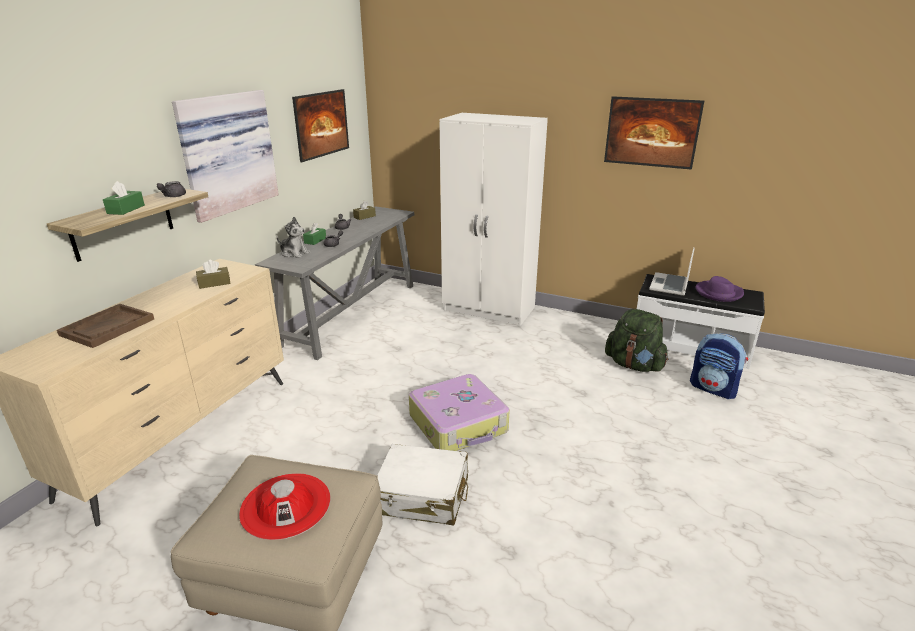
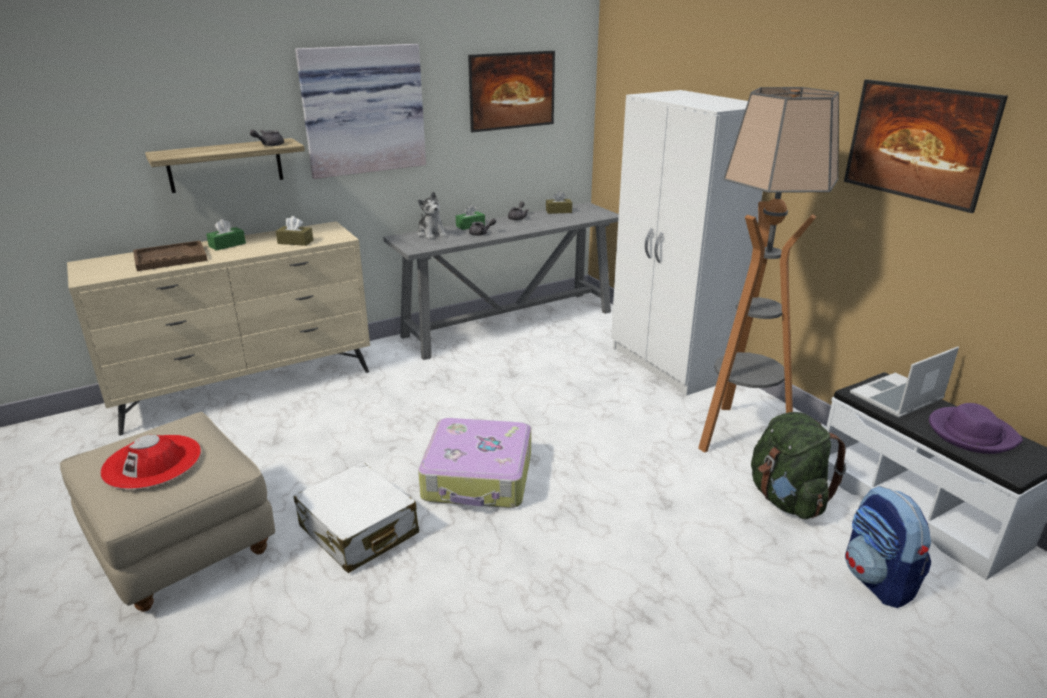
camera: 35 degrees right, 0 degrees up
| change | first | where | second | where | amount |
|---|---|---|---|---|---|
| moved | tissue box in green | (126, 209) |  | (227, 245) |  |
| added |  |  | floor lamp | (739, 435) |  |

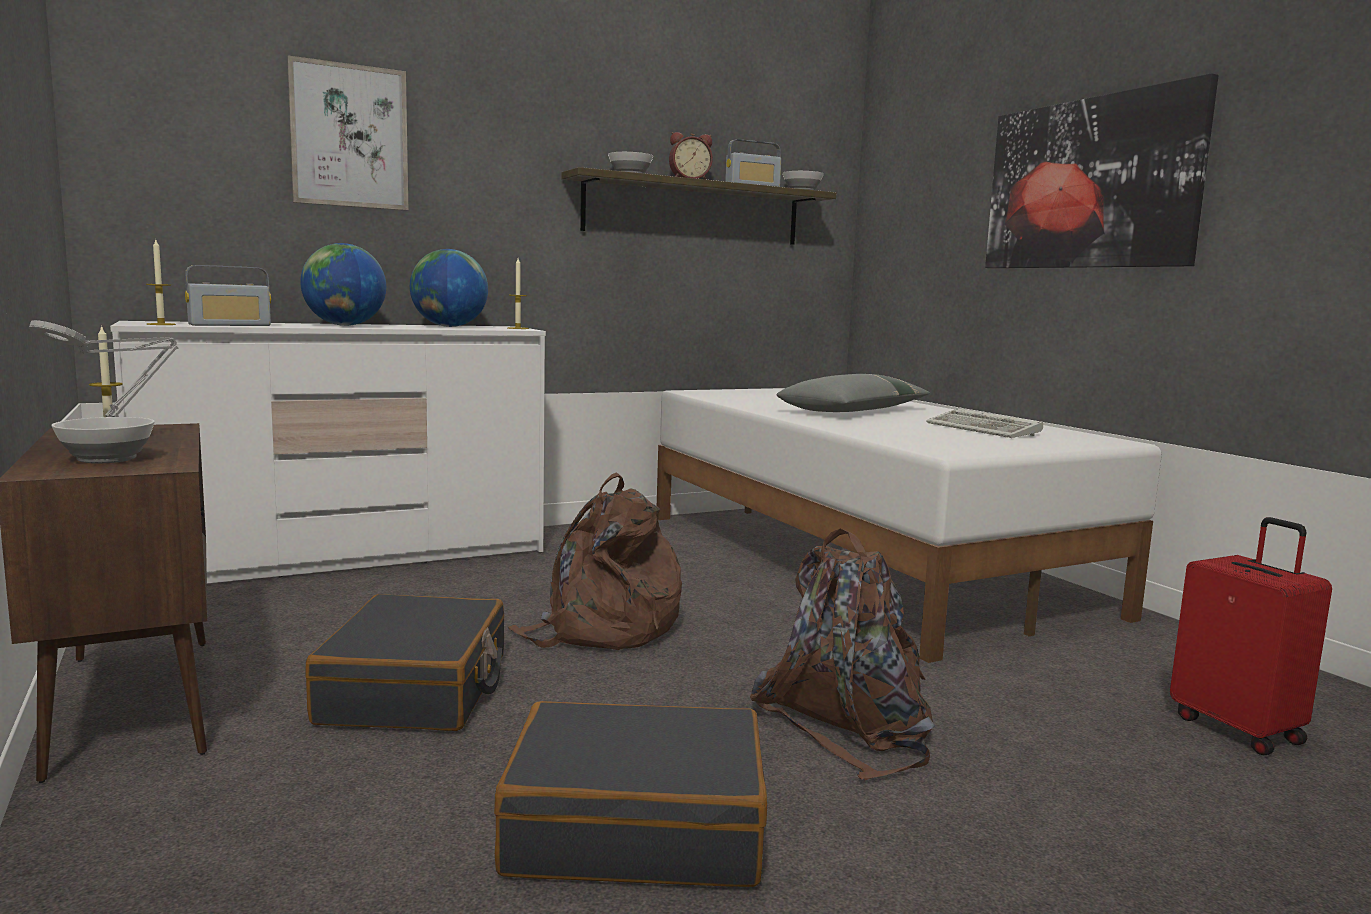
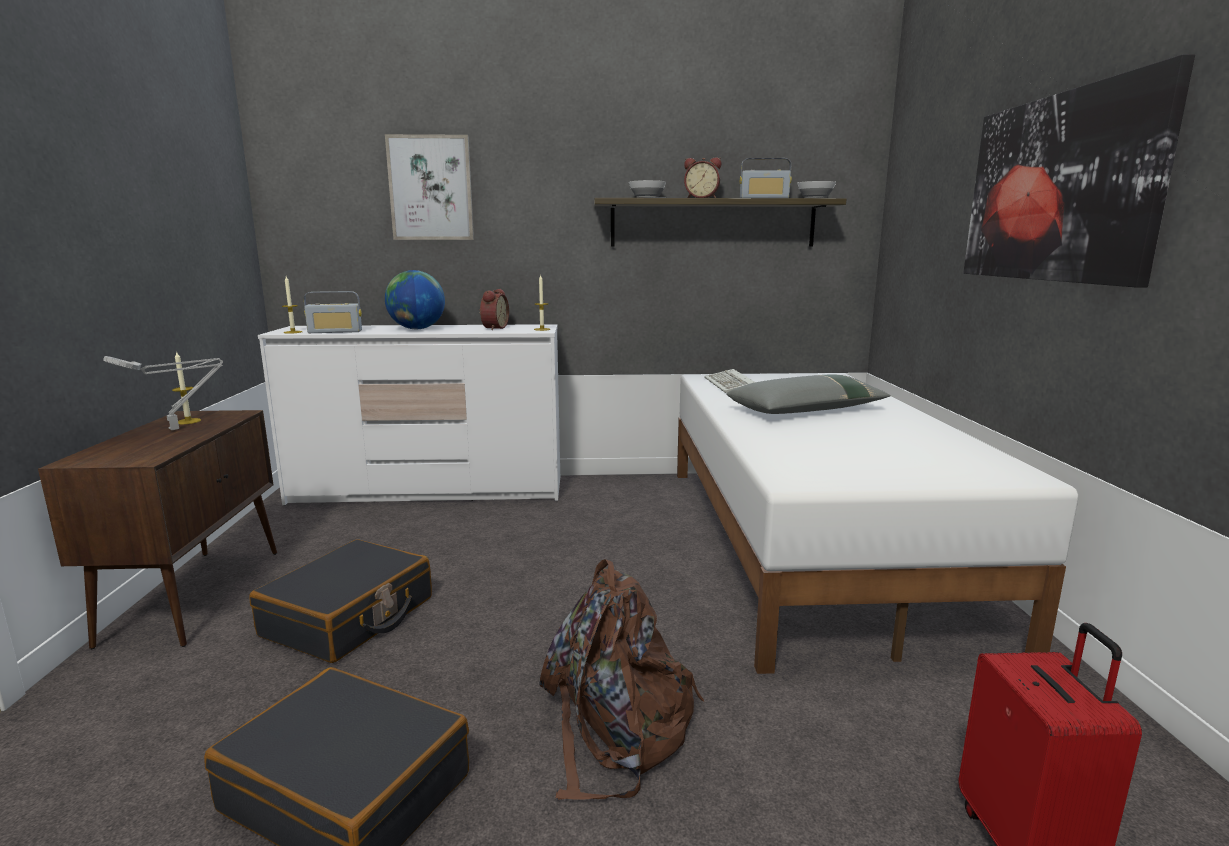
camera: 25 degrees right, 5 degrees up
| change | first | where | second | where | amount |
|---|---|---|---|---|---|
| removed | bowl | (109, 459) |  |  |  |
| replaced | globe | (449, 326) | alarm clock | (493, 328) |  |
| removed | backpack in brown | (603, 629) |  |  |  |
| moved | keyboard | (985, 429) |  | (730, 385) |  |

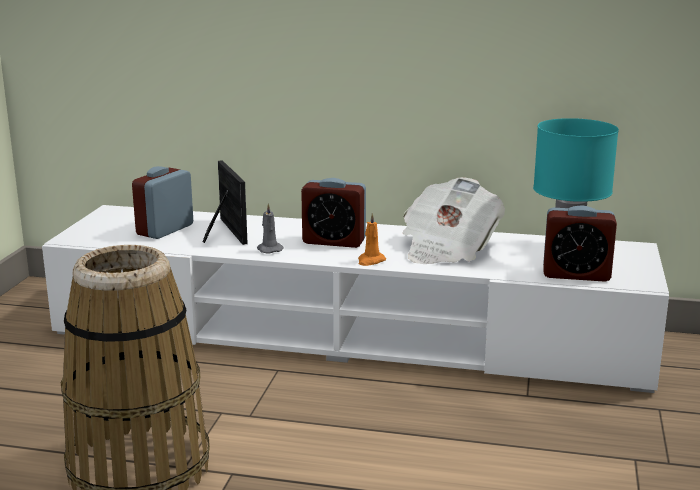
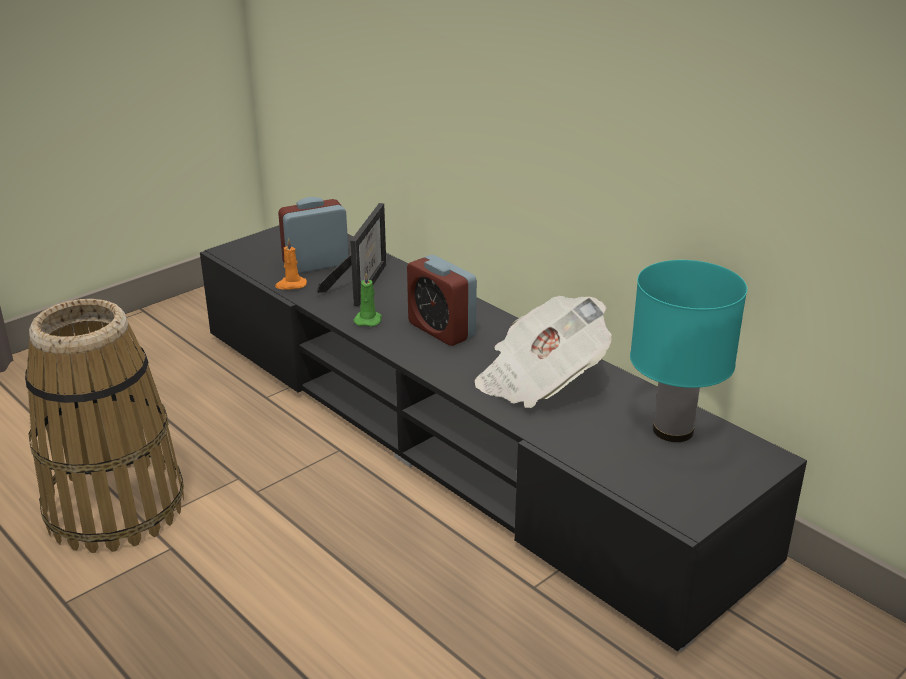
camera: 35 degrees right, 10 degrees up
| change | first | where | second | where | amount |
|---|---|---|---|---|---|
| recoloured | tv stand in white | (351, 335) | tv stand in black | (454, 435) |  |
| recoloured | candle in grey | (269, 249) | candle in green | (368, 320) |  |
| moved | candle in orange | (370, 261) |  | (291, 285) |  |
| removed | alarm clock | (576, 274) |  |  |  |

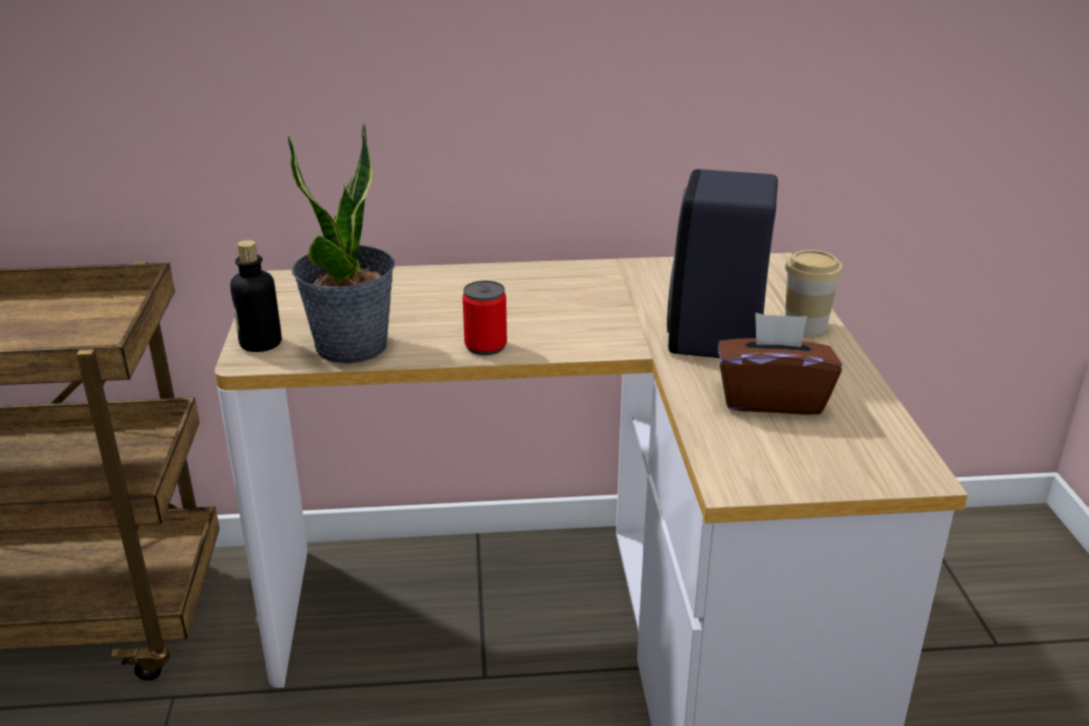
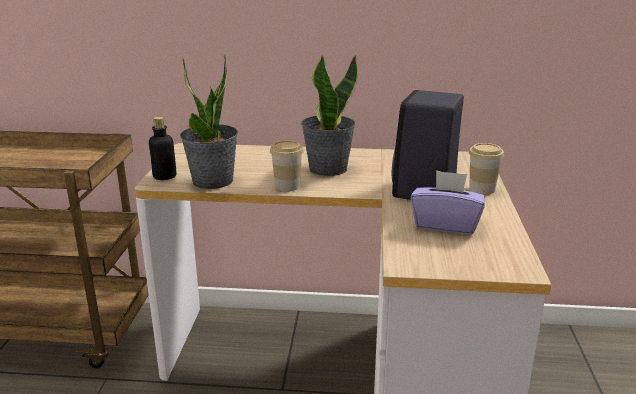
camera: 10 degrees right, 5 degrees down
| change | first | where | second | where | amount |
|---|---|---|---|---|---|
| replaced | can | (485, 346) | cup | (287, 186) |  |
| recoloured | tissue box in brown | (771, 399) | tissue box in purple | (445, 224) |  |
| added |  |  | potted plant | (327, 168) |  |

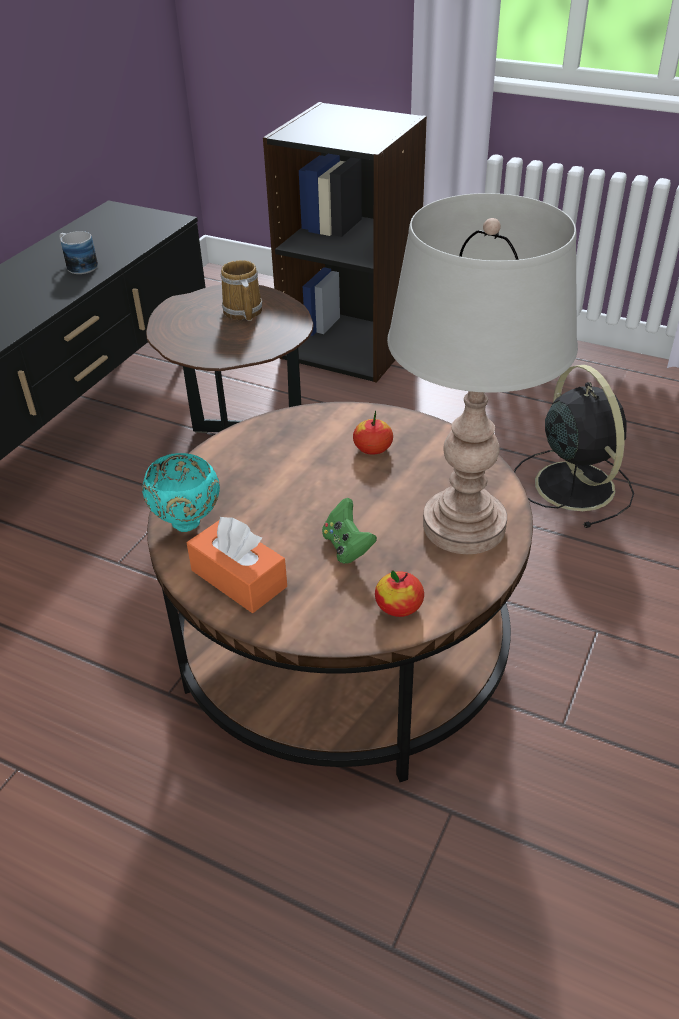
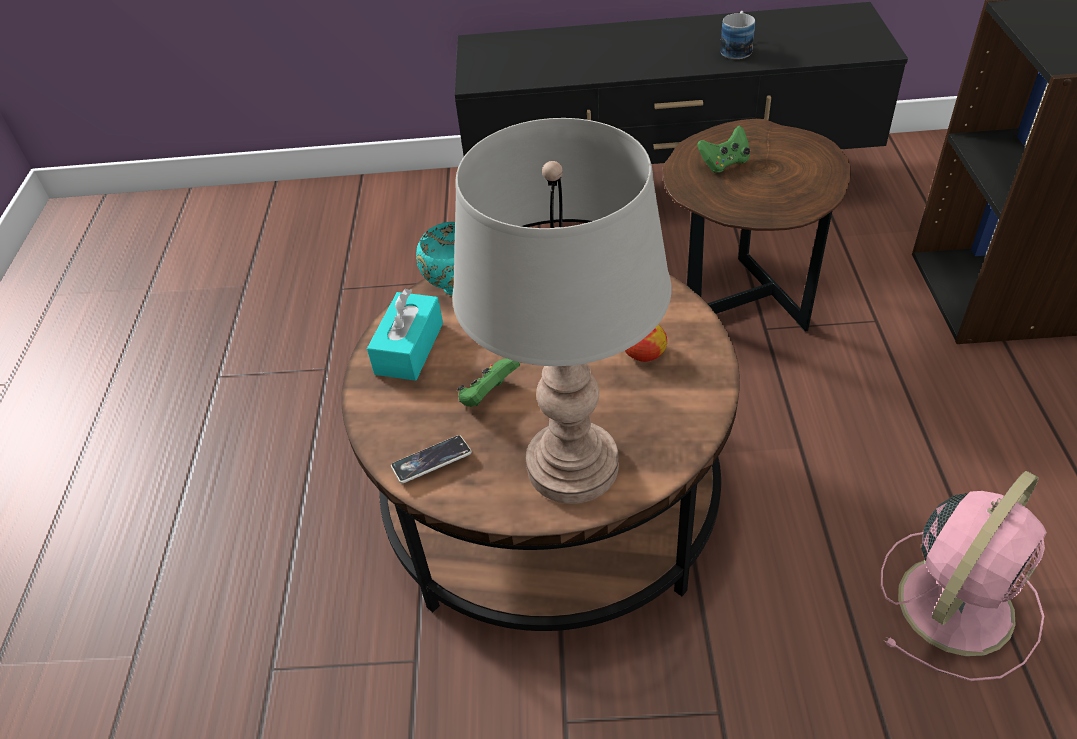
camera: 65 degrees right, 5 degrees up
| change | first | where | second | where | amount |
|---|---|---|---|---|---|
| recoloured | tissue box in orange | (239, 578) | tissue box in turquoise | (409, 348) |  |
| removed | mug | (242, 312) |  |  |  |
| replaced | apple | (399, 606) | phone | (432, 462) |  |
| recoloured | fan in black | (572, 483) | fan in pink | (958, 601) |  |
| added |  |  | game controller in green | (724, 163) |  |

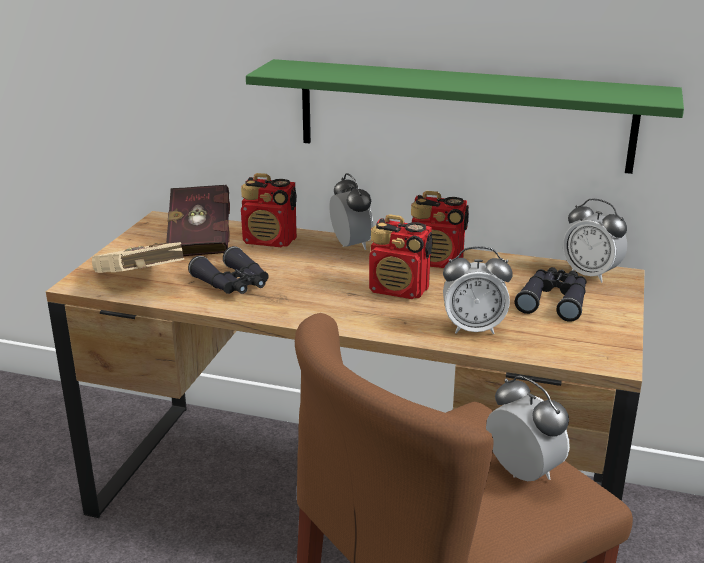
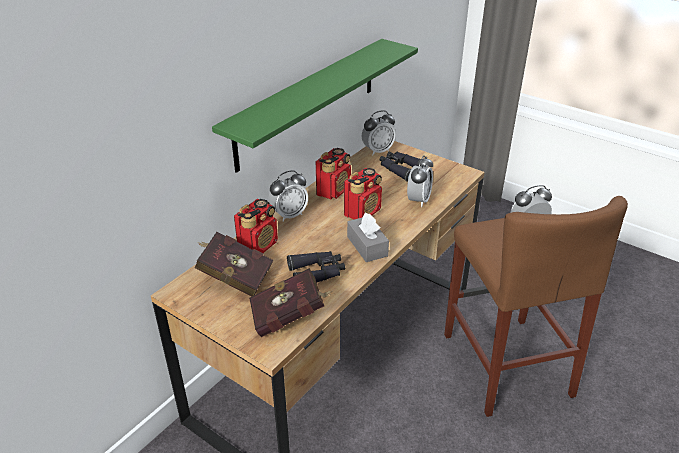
camera: 70 degrees left, 10 degrees up
| change | first | where | second | where | amount |
|---|---|---|---|---|---|
| recoloured | book in beige | (140, 284) | book in red | (290, 317) |  |
| turned | alarm clock | (351, 245) |  | (289, 215) | 150 degrees clockwise |
| added |  |  | tissue box in grey | (367, 246) |  |

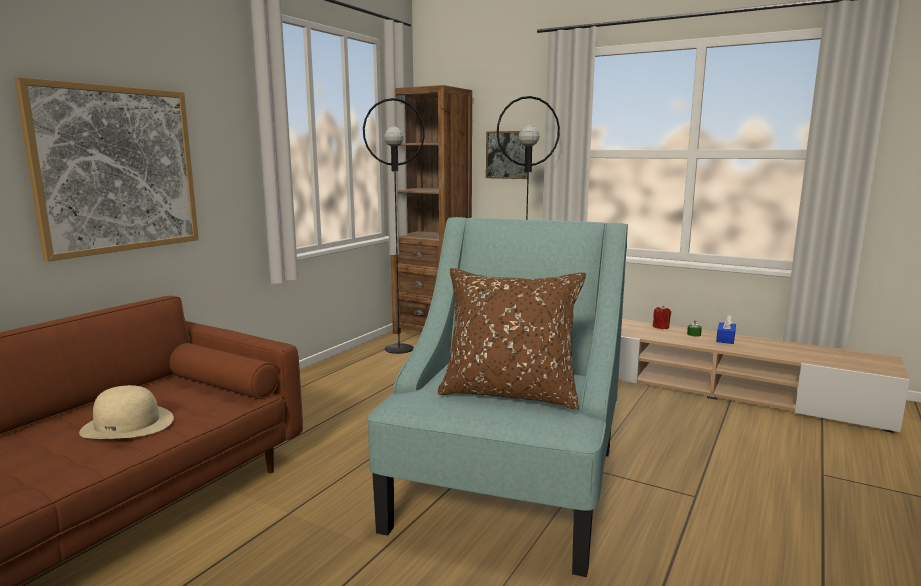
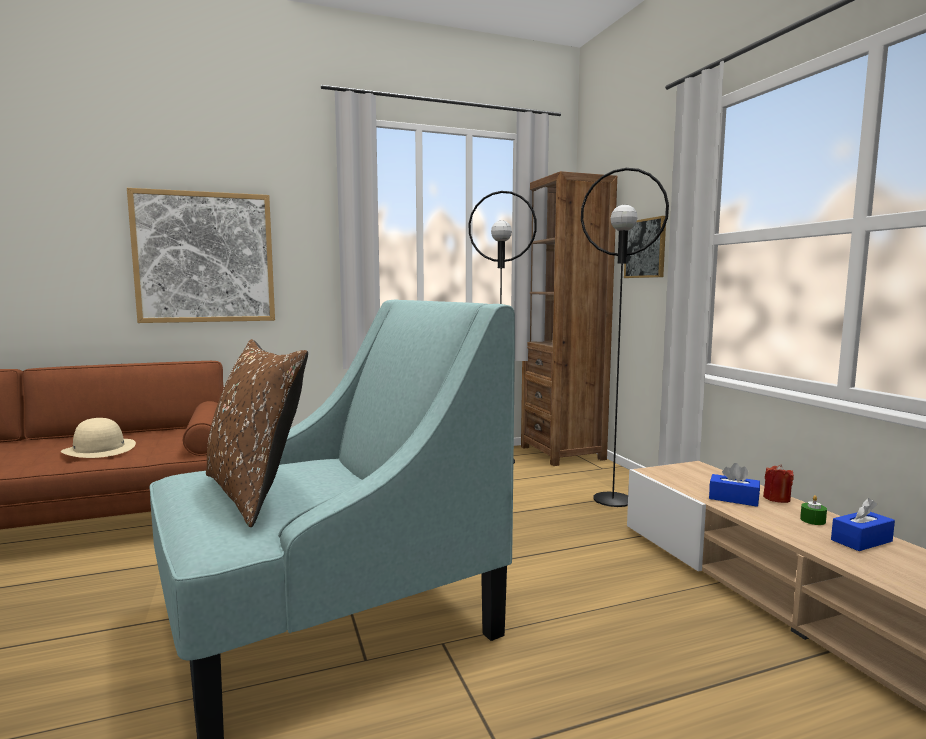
camera: 40 degrees right, 5 degrees down
| change | first | where | second | where | amount |
|---|---|---|---|---|---|
| added |  |  | tissue box in blue | (733, 499) |  |

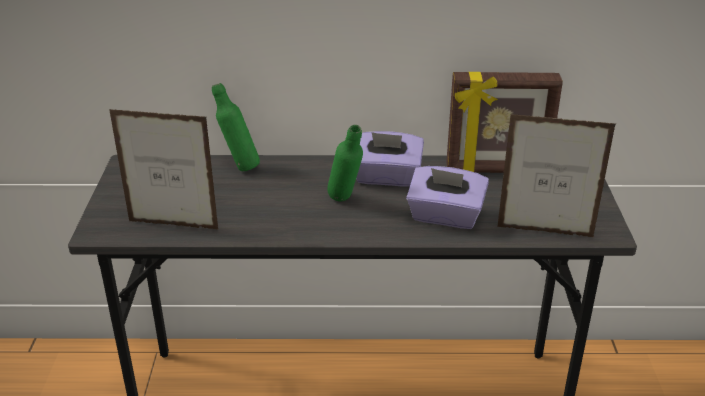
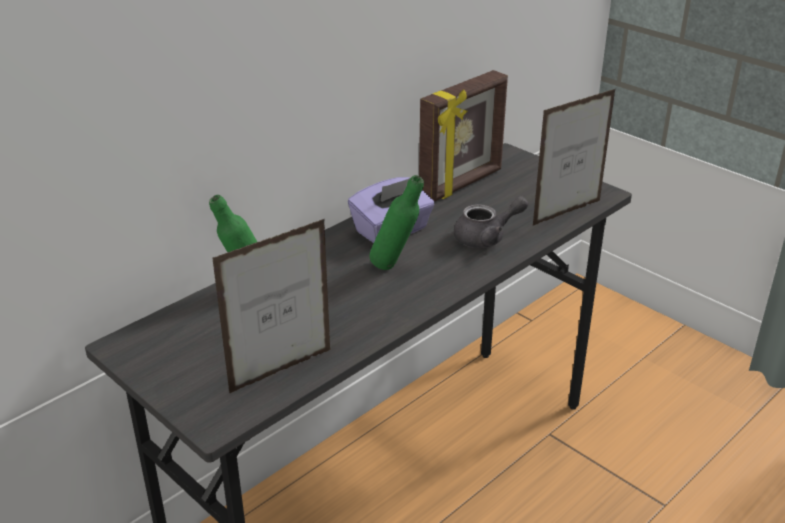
camera: 45 degrees left, 0 degrees up
| change | first | where | second | where | amount |
|---|---|---|---|---|---|
| replaced | tissue box in purple | (445, 216) | teapot in grey | (487, 238) |  |

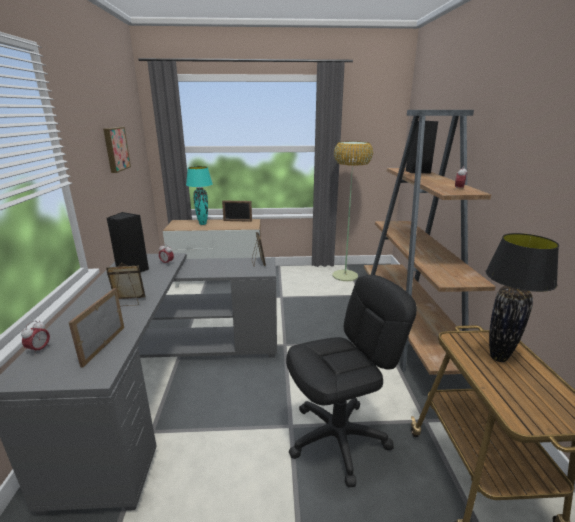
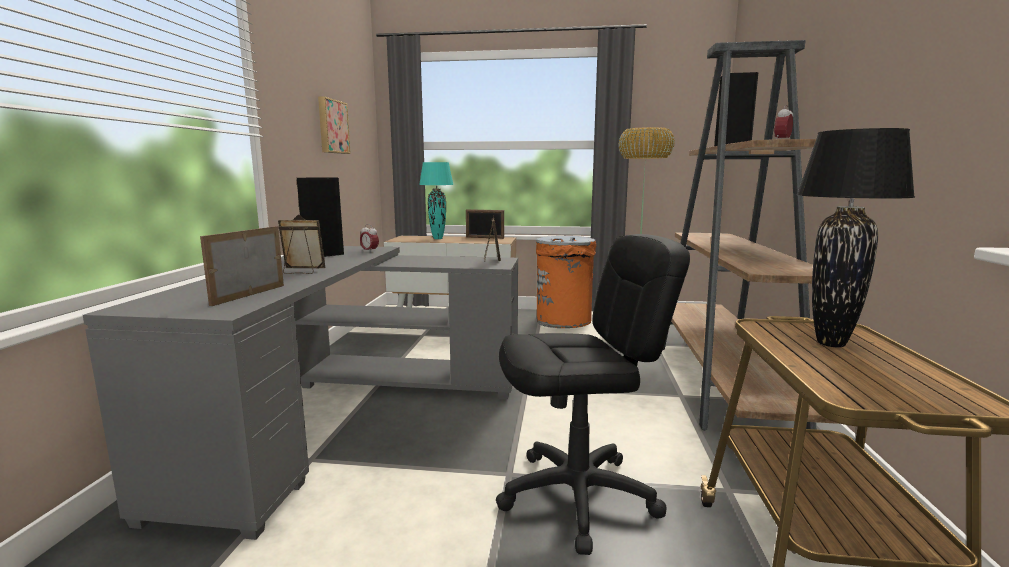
camera: 10 degrees right, 10 degrees down
| change | first | where | second | where | amount |
|---|---|---|---|---|---|
| removed | alarm clock | (39, 350) |  |  |  |
| added |  |  | trash can in orange | (564, 321) |  |

